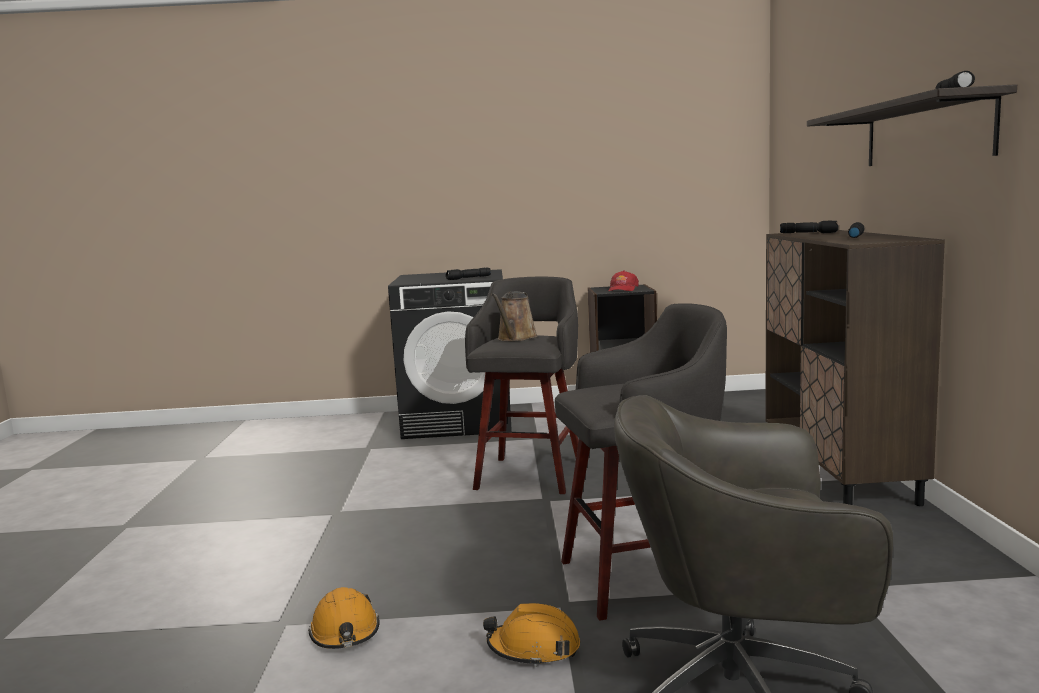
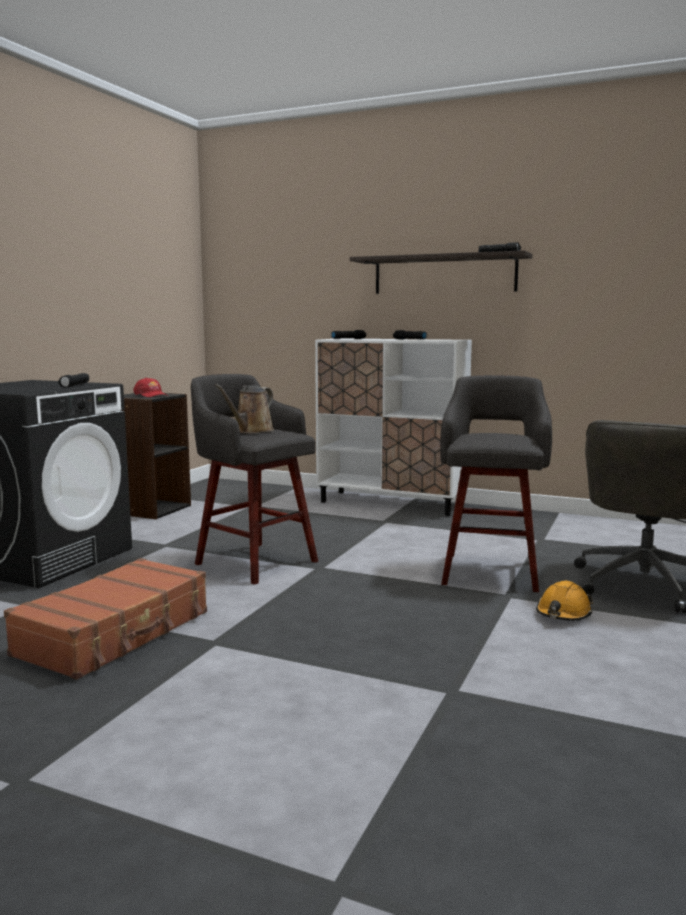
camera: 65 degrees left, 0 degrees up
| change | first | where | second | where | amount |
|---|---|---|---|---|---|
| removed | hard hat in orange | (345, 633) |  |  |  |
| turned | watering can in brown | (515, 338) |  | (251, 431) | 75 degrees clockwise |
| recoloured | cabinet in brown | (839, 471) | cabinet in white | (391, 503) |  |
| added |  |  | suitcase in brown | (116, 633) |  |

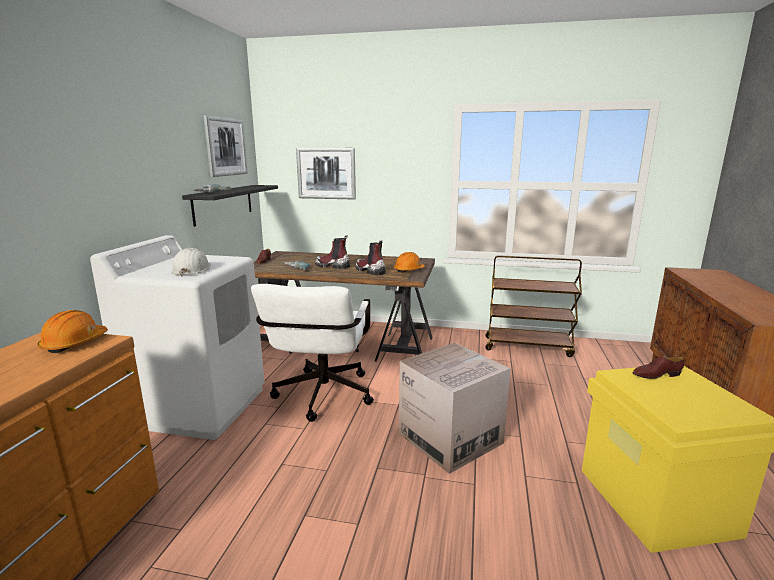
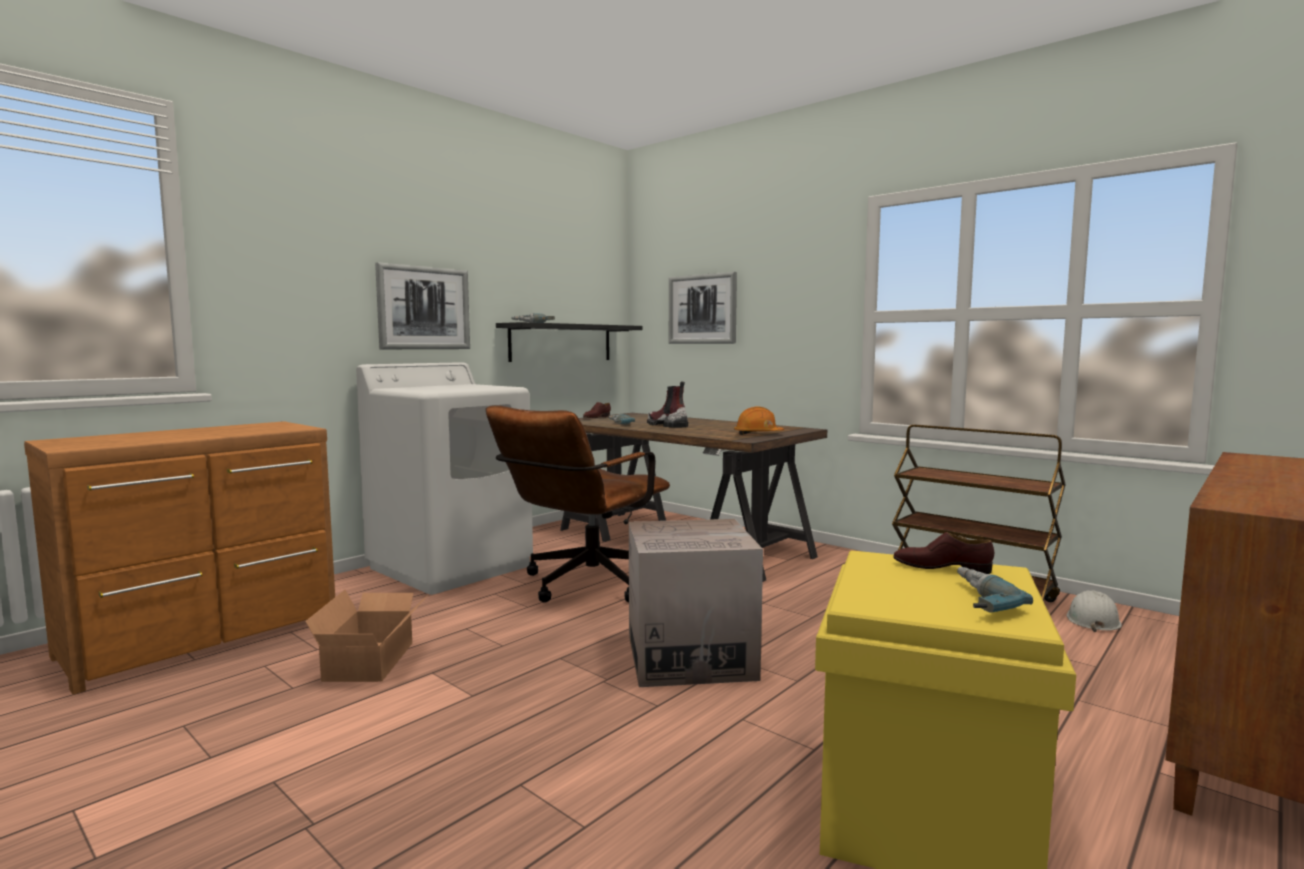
camera: 30 degrees right, 10 degrees down
| change | first | where | second | where | amount |
|---|---|---|---|---|---|
| removed | hard hat in orange | (74, 343) |  |  |  |
| moved | hard hat in white | (192, 270) |  | (1092, 620) |  |
| moved | picture | (226, 147) |  | (424, 308) |  |
| recoloured | office chair in white | (321, 398) | office chair in brown | (582, 586) |  |
| removed | boot | (369, 271) |  |  |  |
| added |  |  | cardboard box | (374, 660) |  |
| added |  |  | power drill | (973, 600) |  |

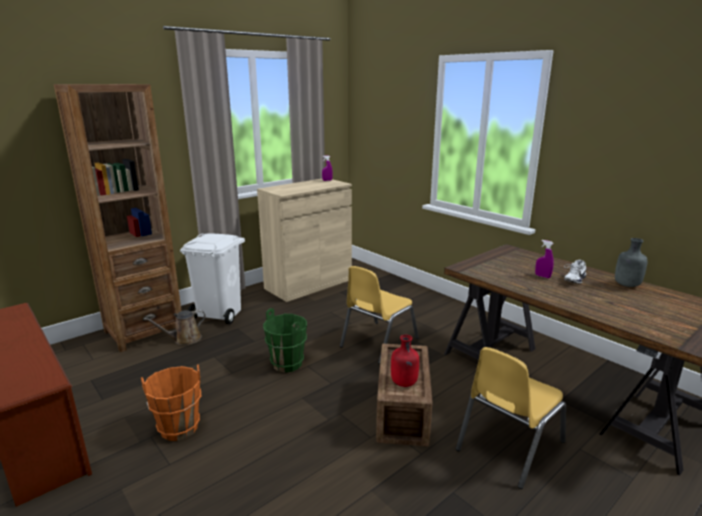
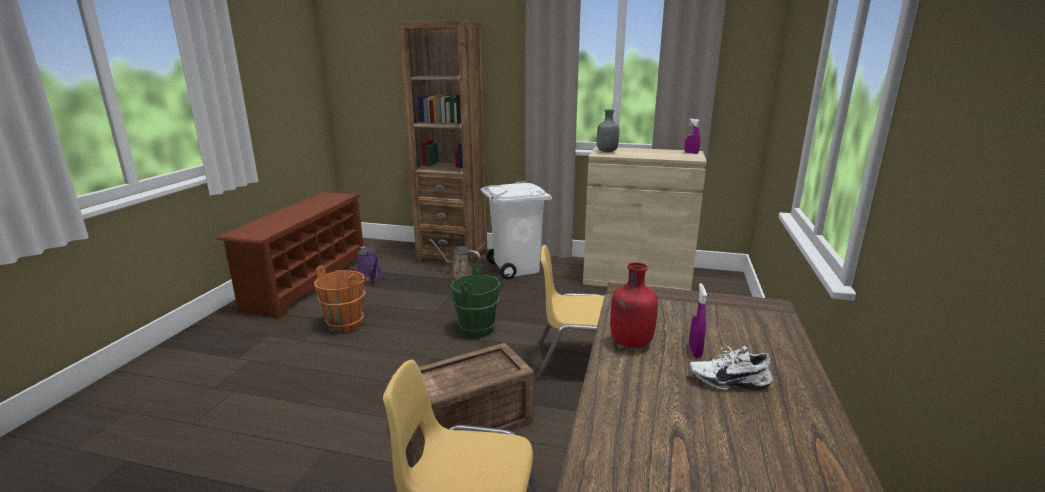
camera: 55 degrees right, 0 degrees up
| change | first | where | second | where | amount |
|---|---|---|---|---|---|
| moved | bottle in red | (404, 383) |  | (630, 343) |  |
| moved | bottle in grey | (626, 285) |  | (606, 151) |  |
| added |  |  | watering can in purple | (370, 277) |  |

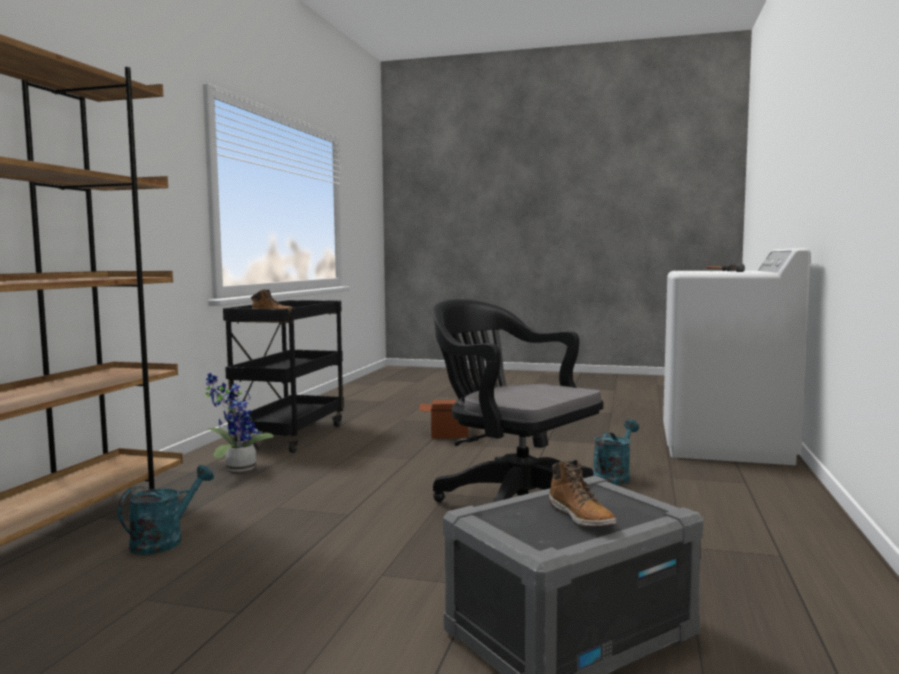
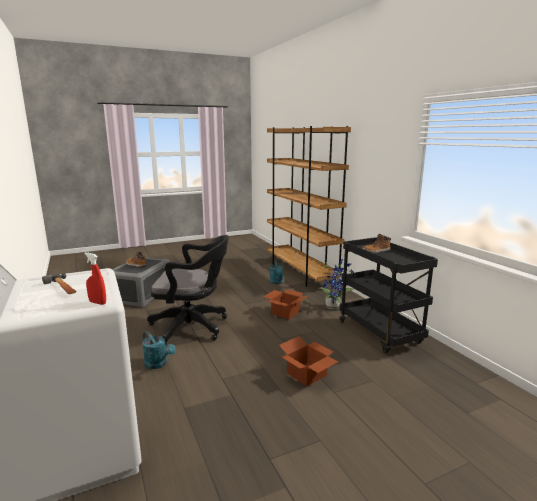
camera: 140 degrees right, 10 degrees up
| change | first | where | second | where | amount |
|---|---|---|---|---|---|
| turned | watering can in turquoise | (614, 476) |  | (158, 364) | 45 degrees counterclockwise |
| added |  |  | spray bottle in red | (97, 302) |  |
| added |  |  | cardboard box | (285, 312) |  |

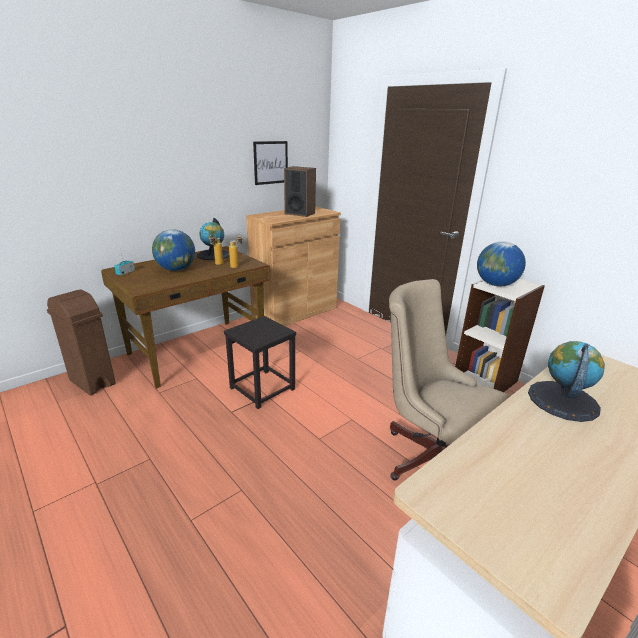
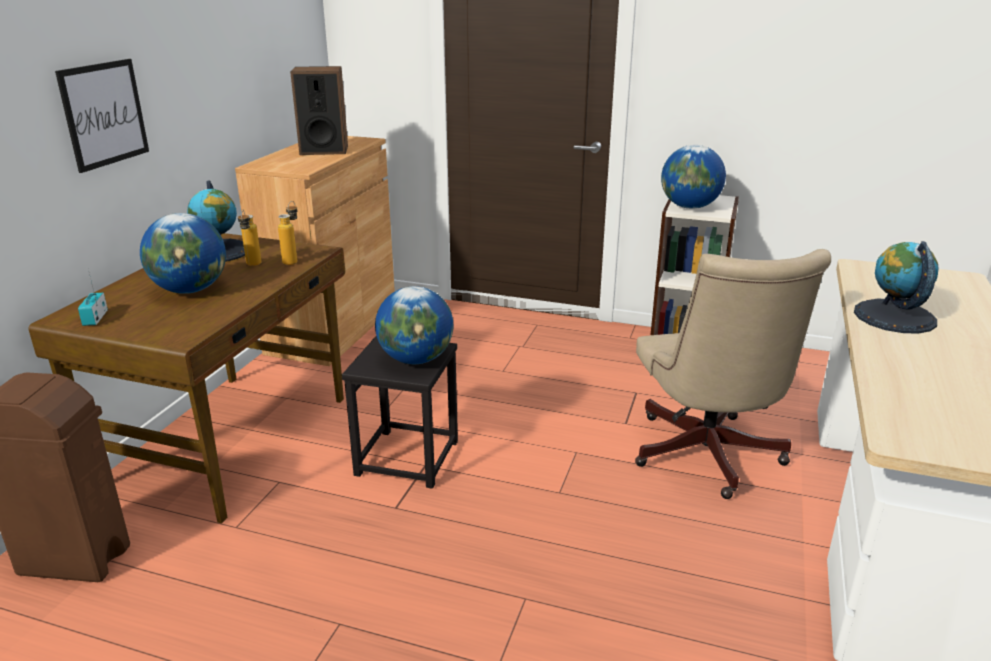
camera: 30 degrees left, 0 degrees up
| change | first | where | second | where | amount |
|---|---|---|---|---|---|
| moved | picture | (270, 162) |  | (104, 114) |  |
| turned | office chair in beige | (430, 456) |  | (707, 458) | 105 degrees counterclockwise |
| added |  |  | globe | (416, 359) |  |

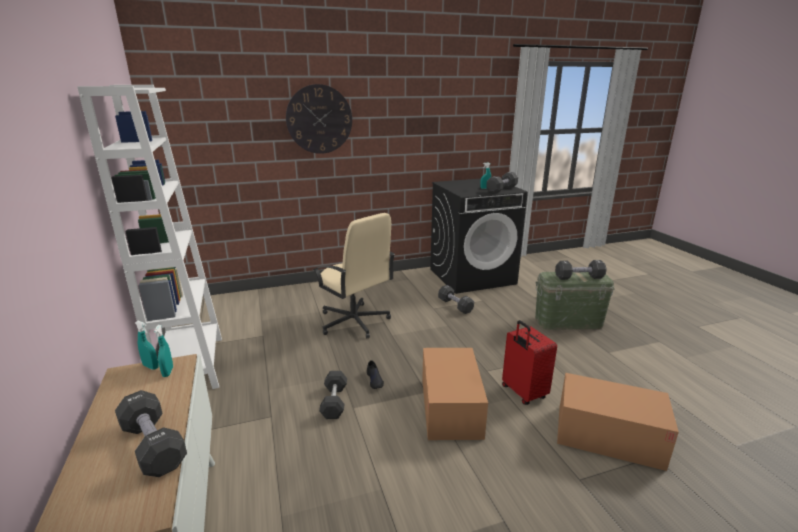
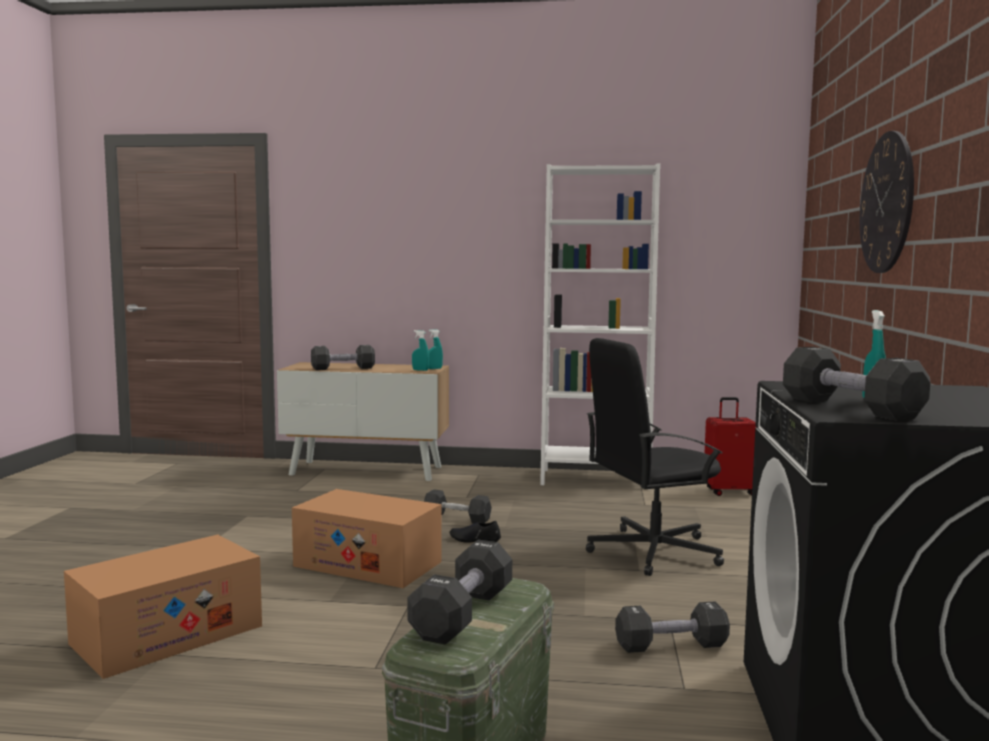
camera: 115 degrees right, 15 degrees down
| change | first | where | second | where | amount |
|---|---|---|---|---|---|
| recoloured | office chair in beige | (354, 322) | office chair in black | (651, 551) |  |
| moved | suitcase in red | (523, 393) |  | (729, 491) |  |

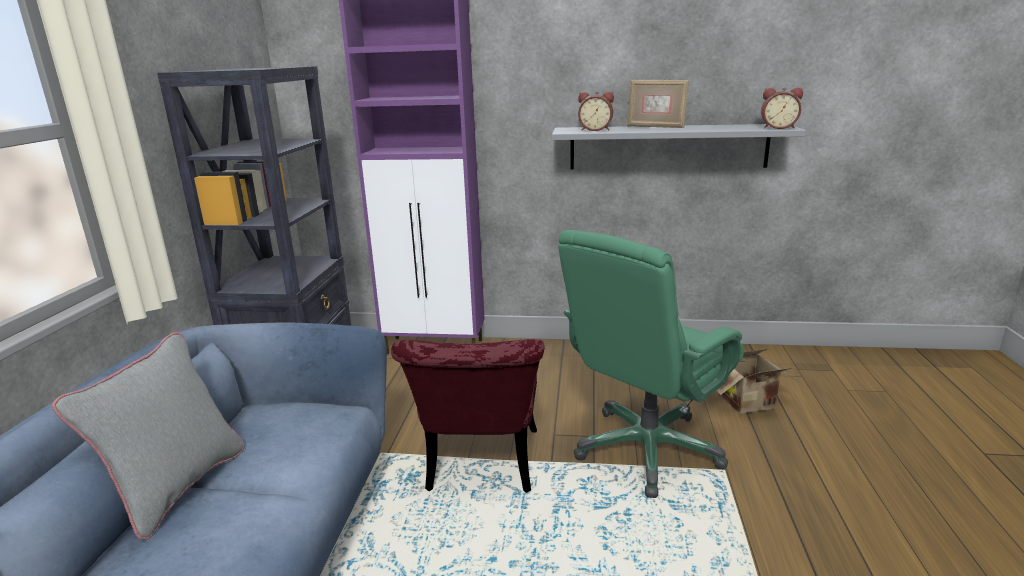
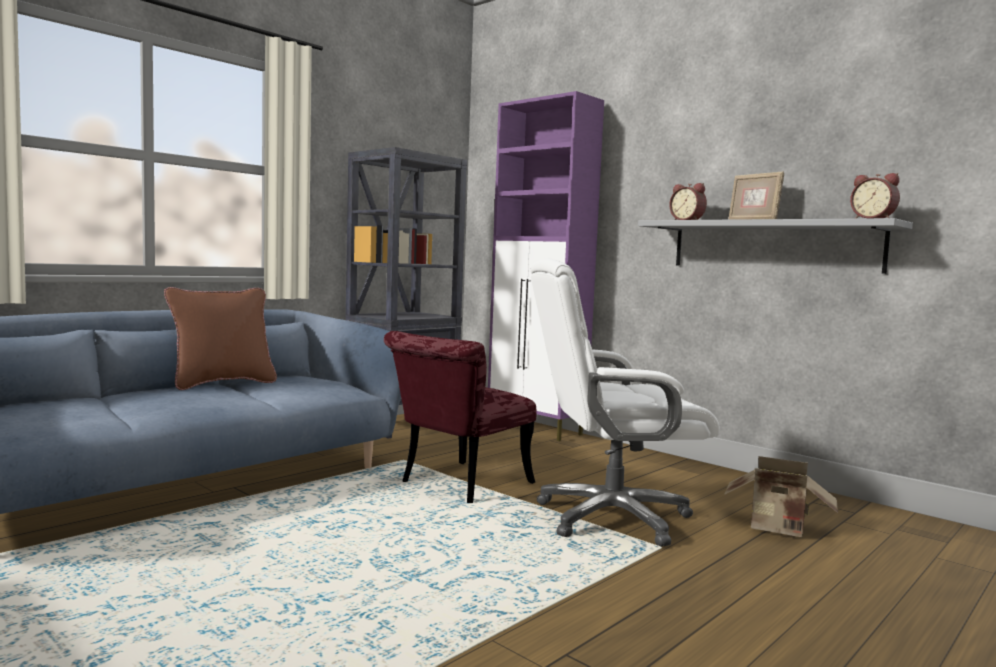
camera: 35 degrees right, 15 degrees down
| change | first | where | second | where | amount |
|---|---|---|---|---|---|
| recoloured | pillow in grey | (178, 488) | pillow in brown | (222, 383) |  |
| recoloured | office chair in green | (647, 449) | office chair in white | (611, 518) |  |

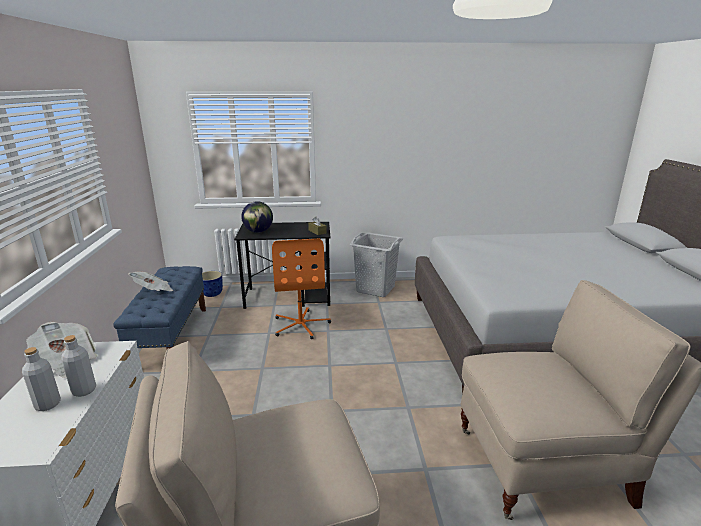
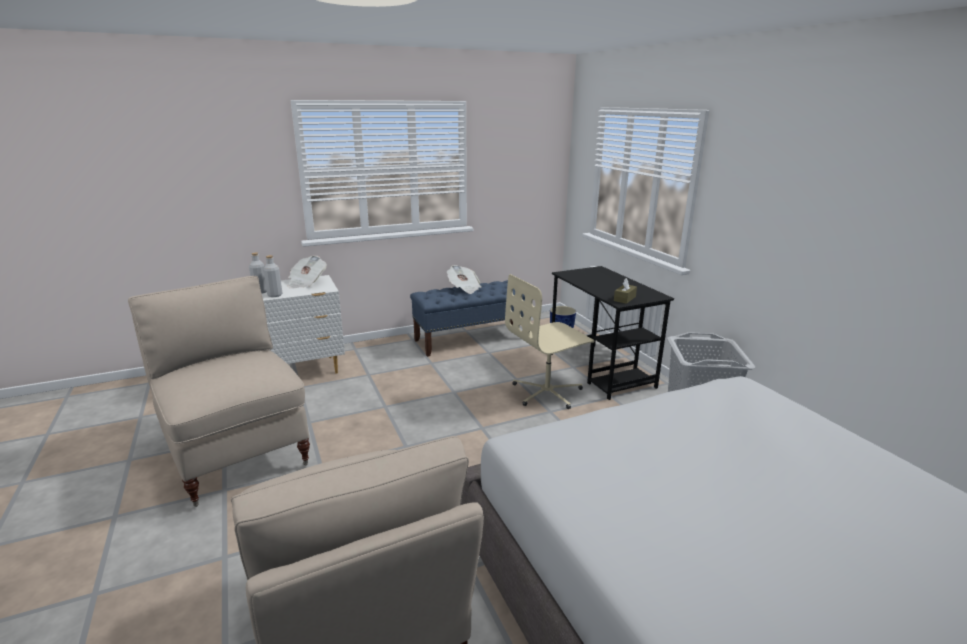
camera: 70 degrees right, 0 degrees up
| change | first | where | second | where | amount |
|---|---|---|---|---|---|
| removed | globe | (258, 231) |  |  |  |
| recoloured | office chair in orange | (301, 325) | office chair in beige | (547, 392) |  |

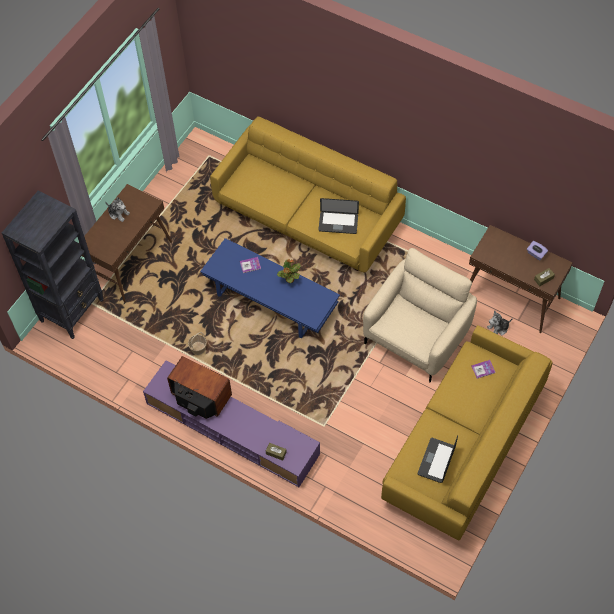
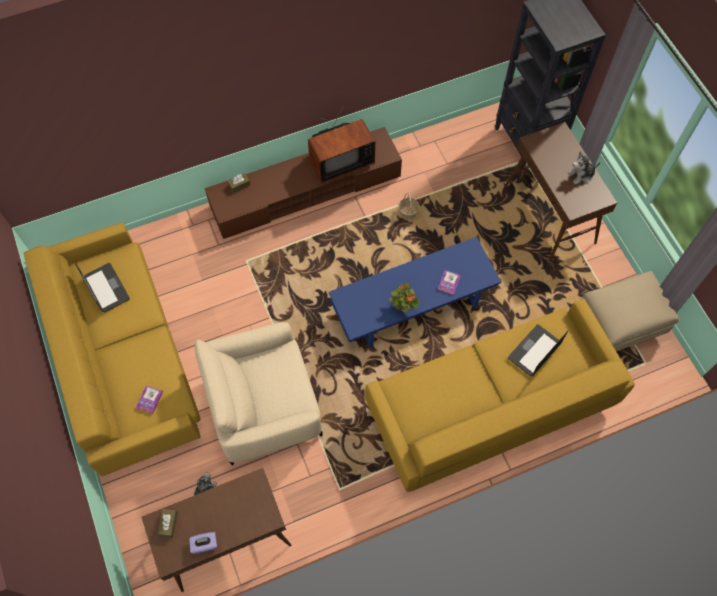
camera: 125 degrees right, 5 degrees up
| change | first | where | second | where | amount |
|---|---|---|---|---|---|
| recoloured | tv stand in purple | (232, 429) | tv stand in brown | (306, 191) |  |
| moved | laptop | (338, 223) |  | (534, 351) |  |
| turned | armchair in beige | (416, 336) |  | (264, 406) | 90 degrees clockwise |
| added |  |  | ottoman in beige | (620, 323) |  |

